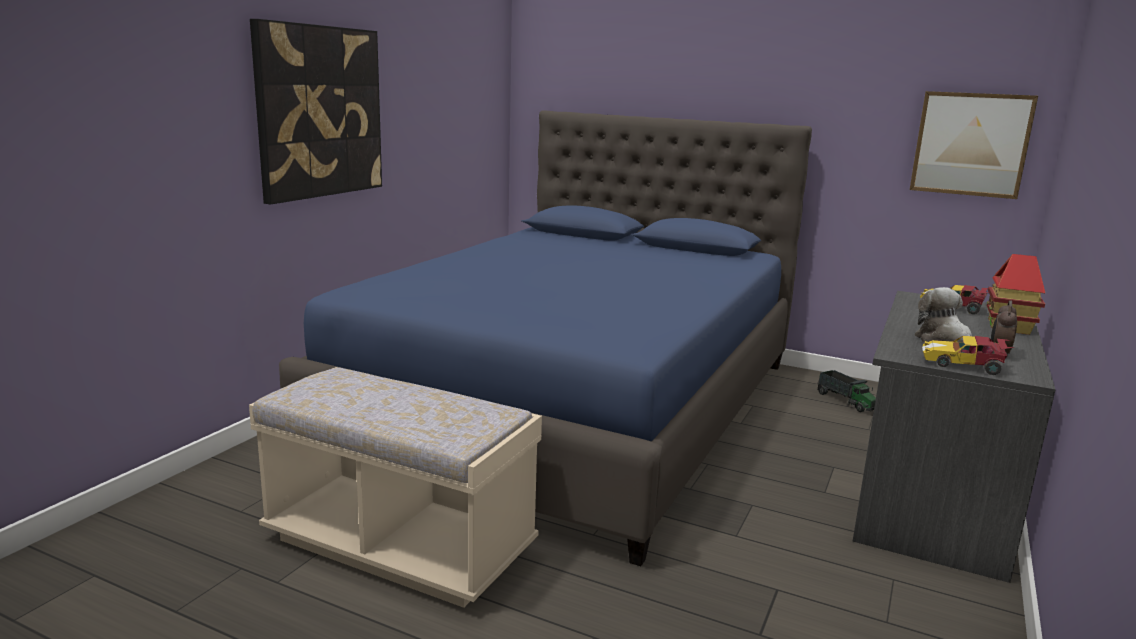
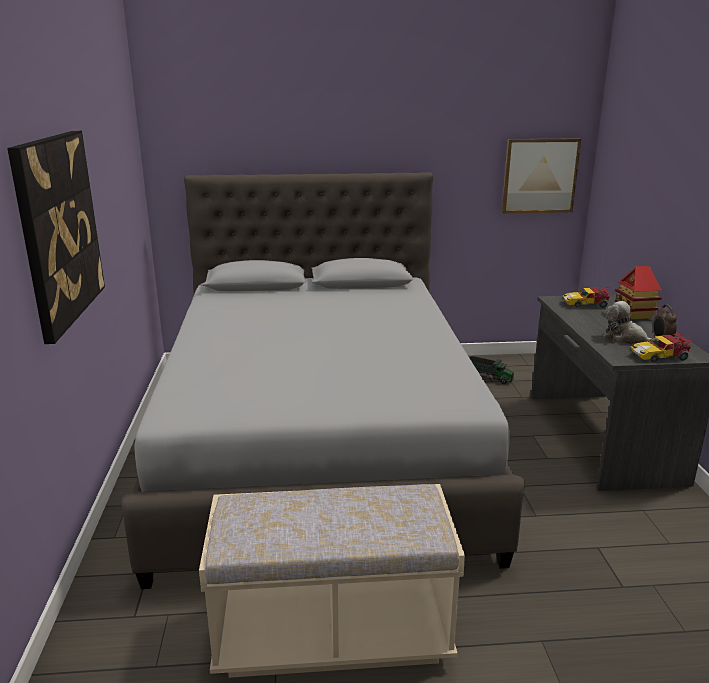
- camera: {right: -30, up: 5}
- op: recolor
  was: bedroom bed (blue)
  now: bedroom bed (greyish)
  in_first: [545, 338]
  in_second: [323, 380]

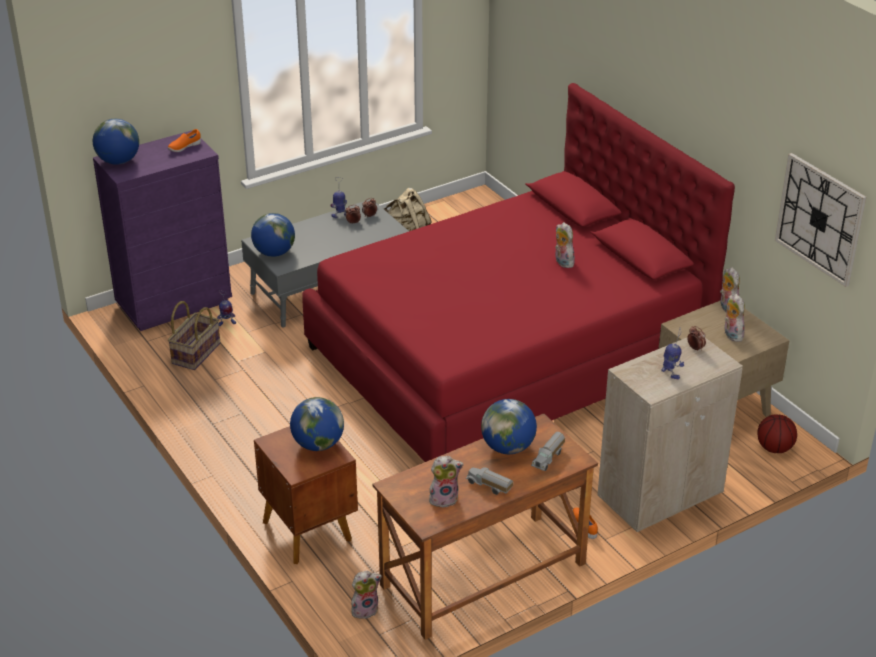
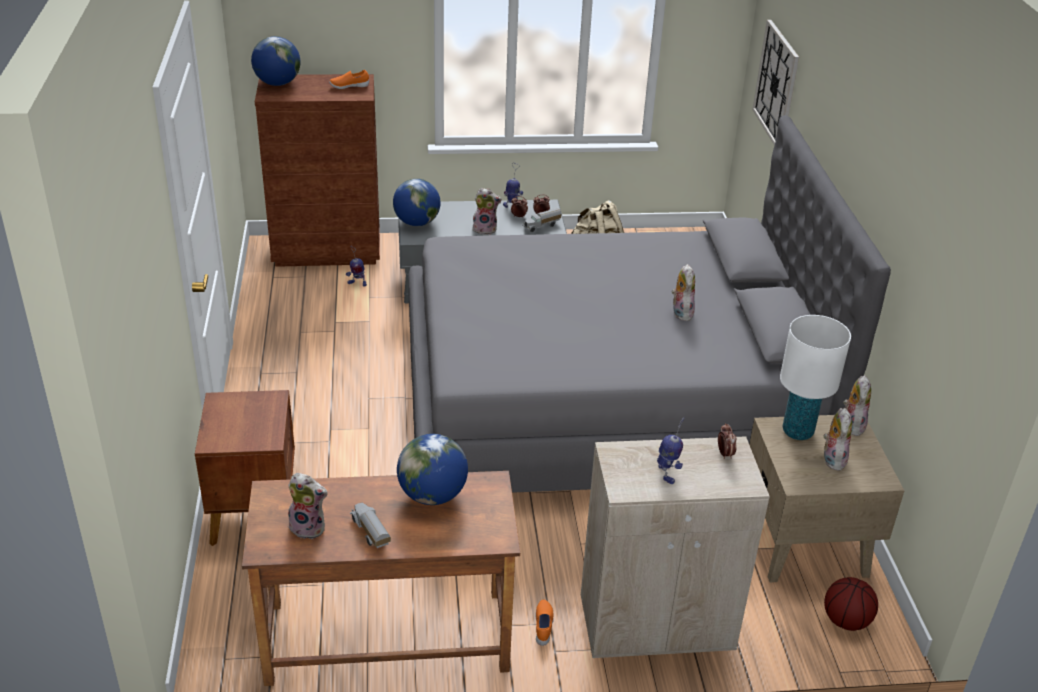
- camera: {right: 25, up: 0}
- op: recolor
  was: drawer chest (purple)
  now: drawer chest (brown)
  in_first: [162, 230]
  in_second: [317, 170]
- op: delete
  was: basket
  in_first: [194, 335]
- op: delete
  was: desk globe
  in_first: [317, 424]
- op: recolor
  was: bedroom bed (red-coloured)
  now: bedroom bed (greyish)
  in_first: [519, 272]
  in_second: [649, 304]
- op: move
  was: cuddly toy
  in_first: [366, 595]
  in_second: [487, 211]
- op: move
  was: toy truck
  in_first: [548, 451]
  in_second: [541, 220]
- op: move
  was: wall clock
  in_first: [820, 220]
  in_second: [775, 83]
- op: insert
  now: table lamp (whitish)
  in_second: [815, 377]

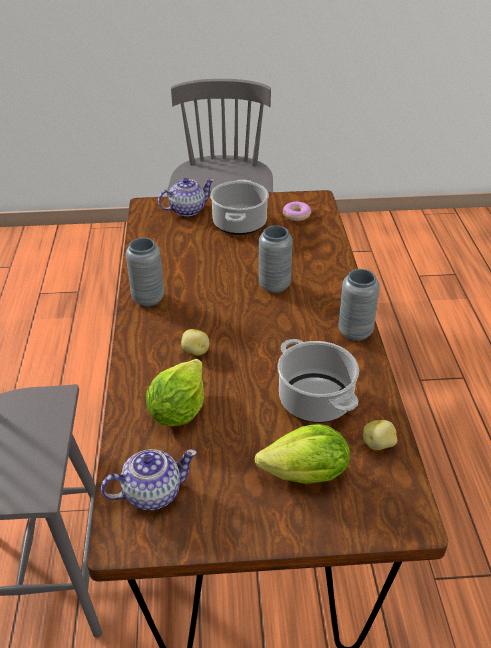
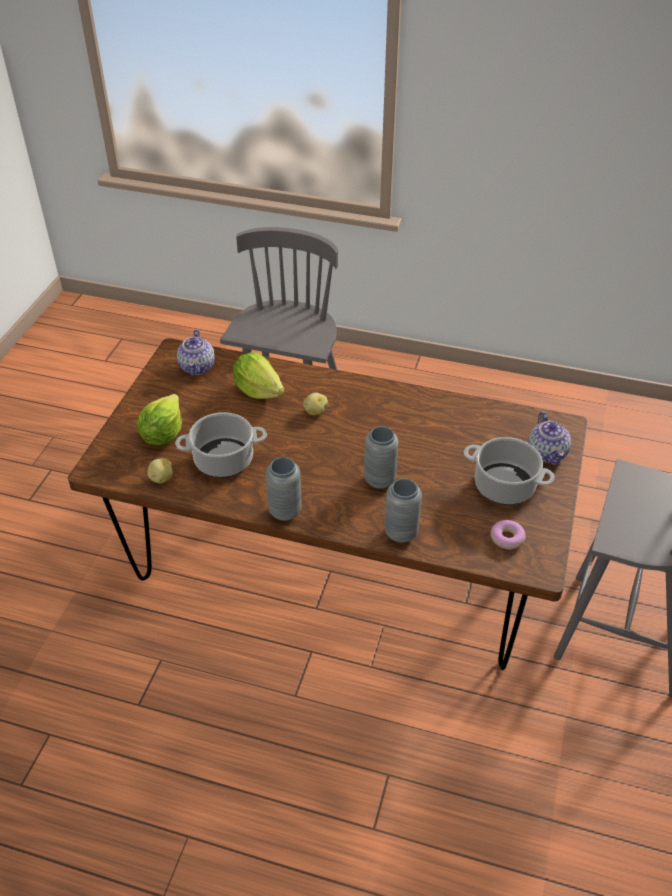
- camera: {right: 110, up: 5}
- op: move
  was: flower vase (greyish)
  in_first: [145, 272]
  in_second: [403, 510]

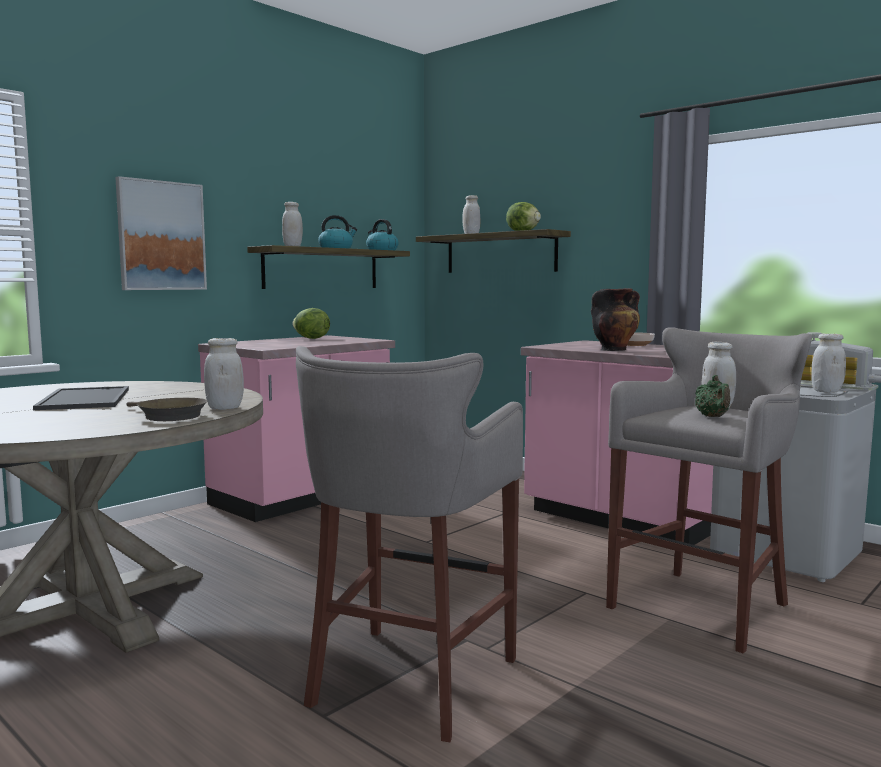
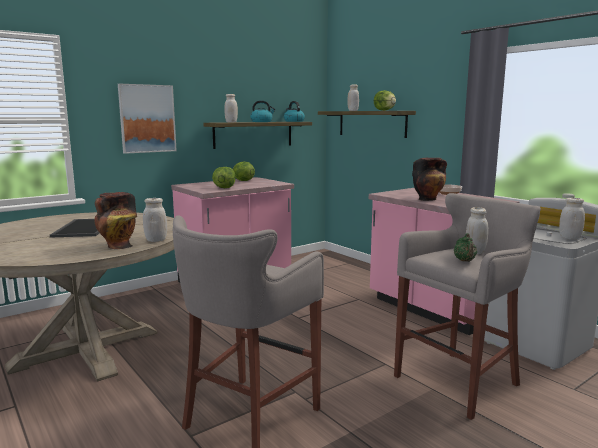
- camera: {right: 10, up: 5}
- op: replace
  was: frying pan (brown)
  now: flower vase
  in_first: [167, 409]
  in_second: [115, 220]
- op: insert
  now: lettuce
  in_second: [223, 177]

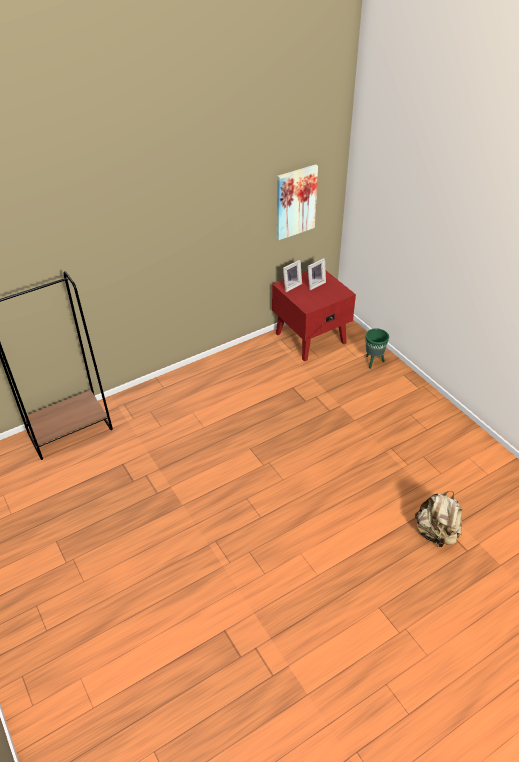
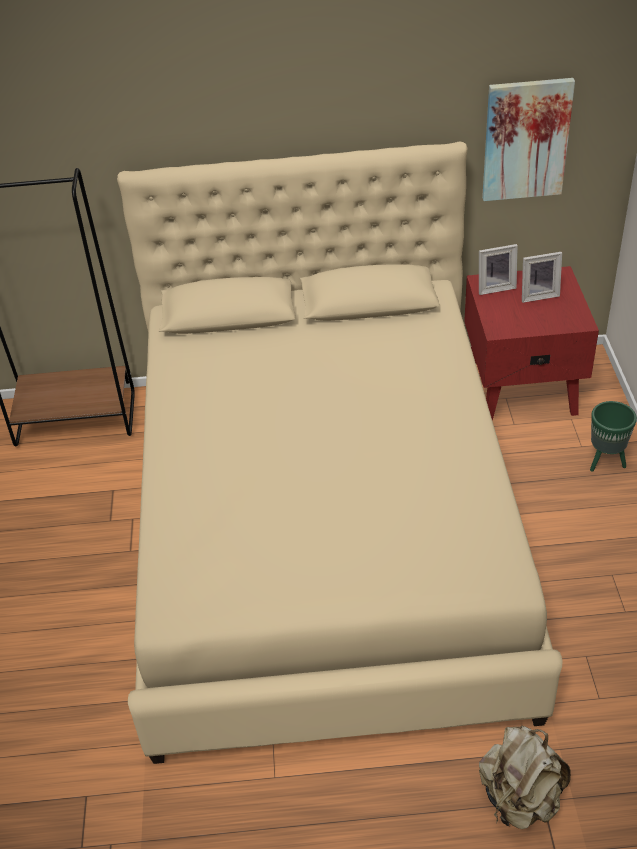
- camera: {right: 30, up: 0}
- op: insert
  now: bedroom bed (beige)
  in_second: [340, 452]

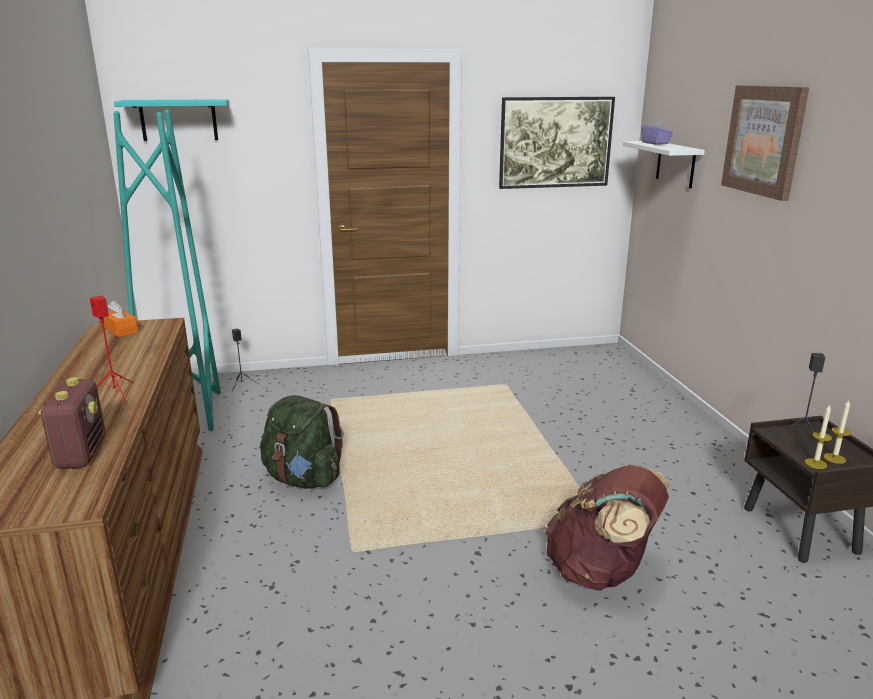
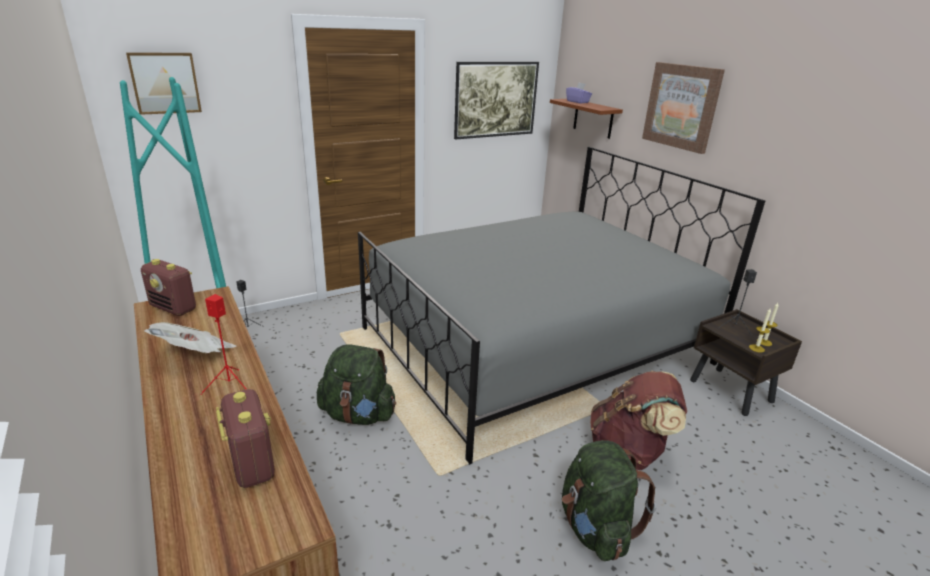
- camera: {right: -20, up: 5}
- op: replace
  was: tissue holder (orangey)
  now: radio set
  in_first: [120, 318]
  in_second: [168, 287]
- op: replace
  was: wall shelf (turquoise-coloured)
  now: wall picture
  in_first: [171, 120]
  in_second: [164, 83]
- op: recolor
  was: wall shelf (whitish)
  now: wall shelf (brown)
  in_first: [664, 164]
  in_second: [586, 119]
- op: insert
  now: daily paper
  in_second: [190, 337]
- op: insert
  now: bedroom bed (greyish)
  in_second: [561, 306]
- op: insert
  now: rucksack (green-coloured)
  in_second: [609, 500]

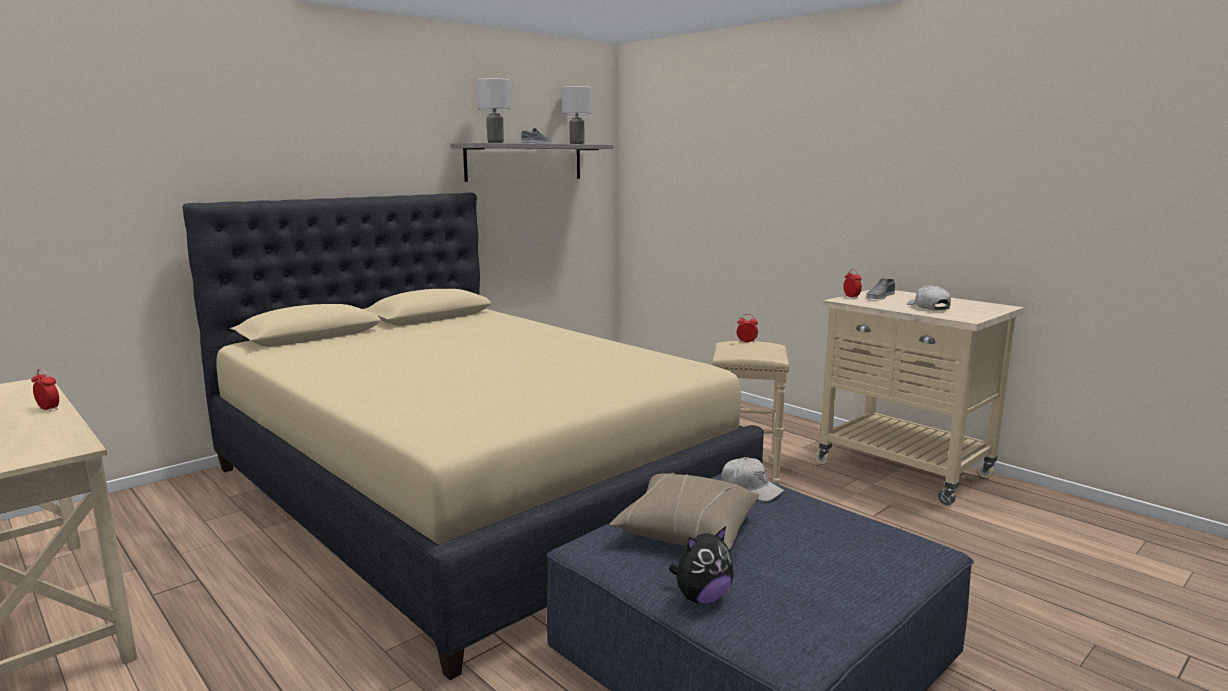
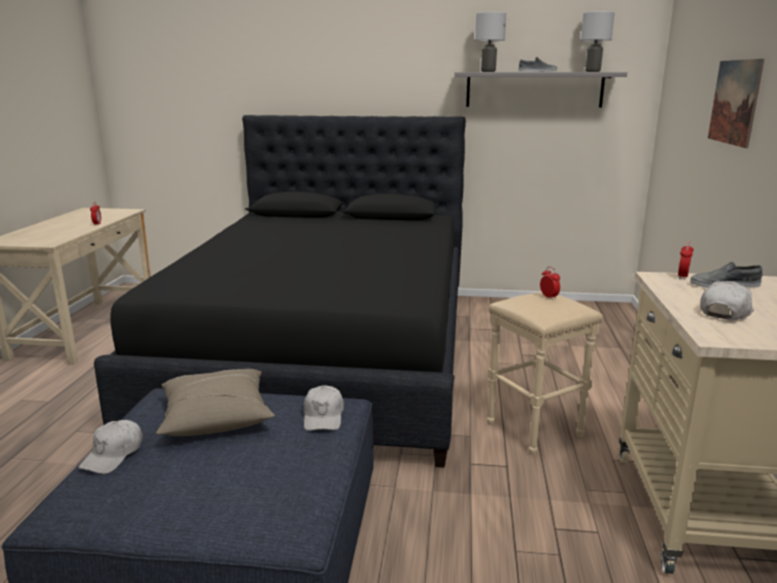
- camera: {right: 50, up: 5}
- op: recolor
  was: bedroom bed (beige)
  now: bedroom bed (blackish)
  in_first: [473, 436]
  in_second: [280, 291]
- op: replace
  was: cuddly toy
  now: baseball cap (whitish)
  in_first: [701, 565]
  in_second: [110, 447]
- op: insert
  now: wall picture
  in_second: [736, 103]

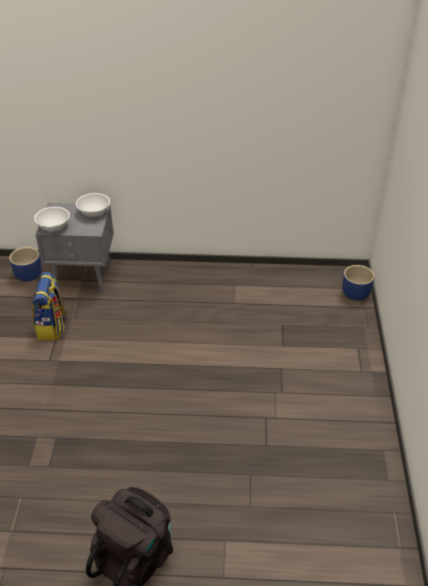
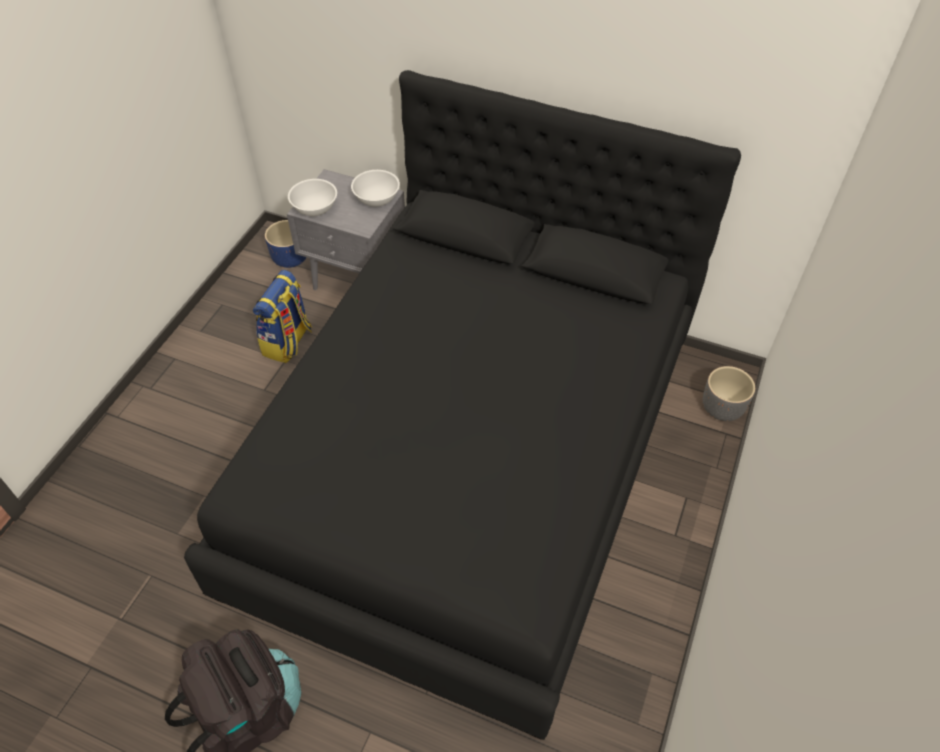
- camera: {right: 20, up: 10}
- op: recolor
  was: planter (blue)
  now: planter (greyish)
  in_first: [358, 283]
  in_second: [729, 393]
- op: insert
  now: bedroom bed (blackish)
  in_second: [462, 405]

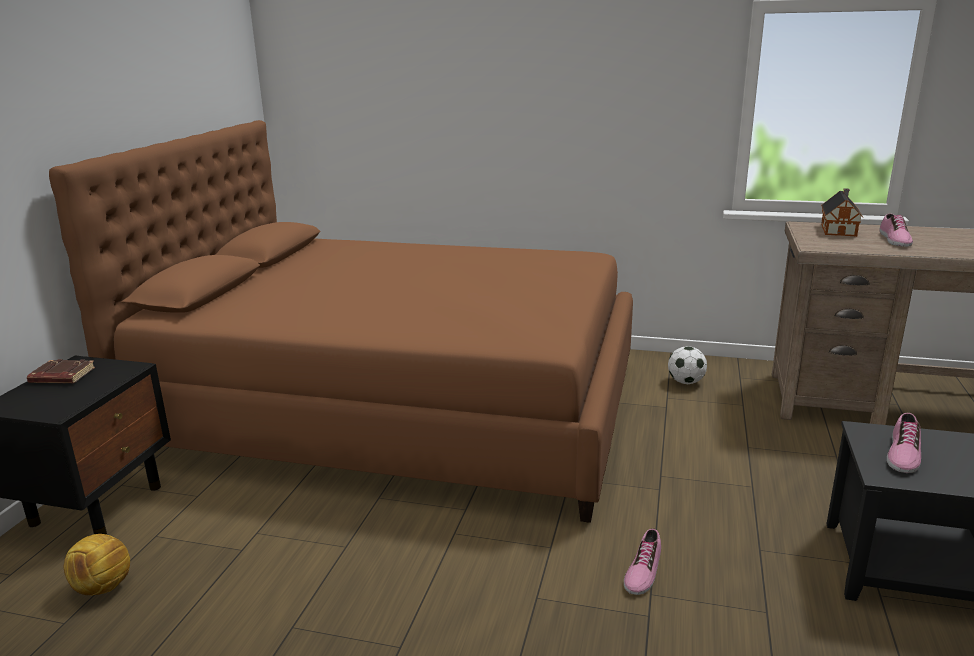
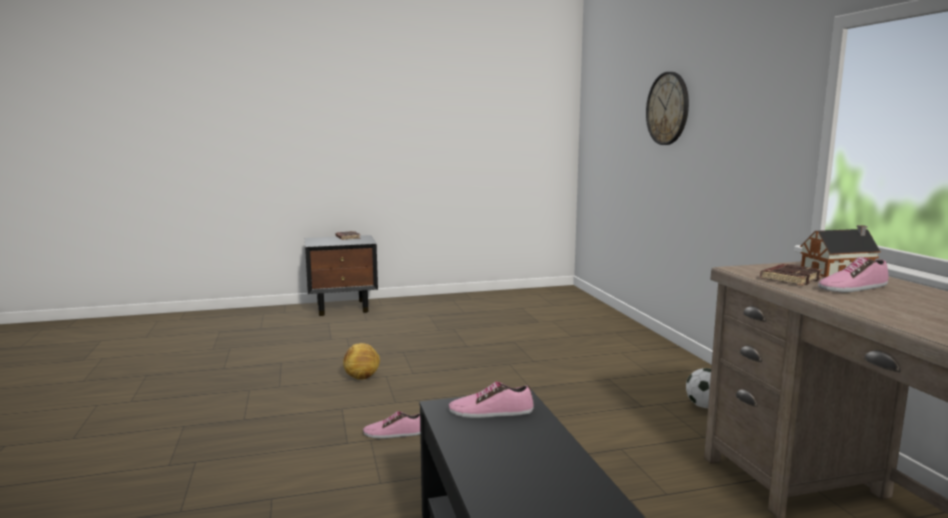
- camera: {right: 60, up: -10}
- op: delete
  was: bedroom bed (brown)
  in_first: [341, 321]
- op: move
  was: ball for football
  in_first: [97, 565]
  in_second: [361, 361]
- op: insert
  now: wall clock
  in_second: [667, 108]
- op: insert
  now: book (brown)
  in_second: [791, 275]

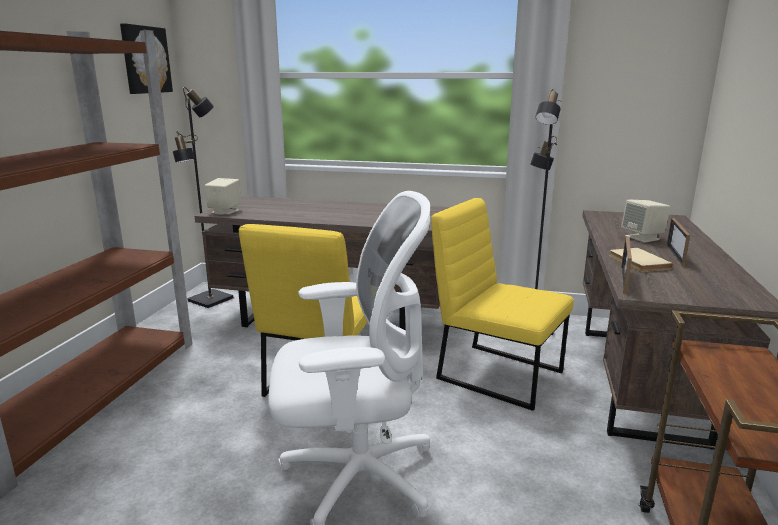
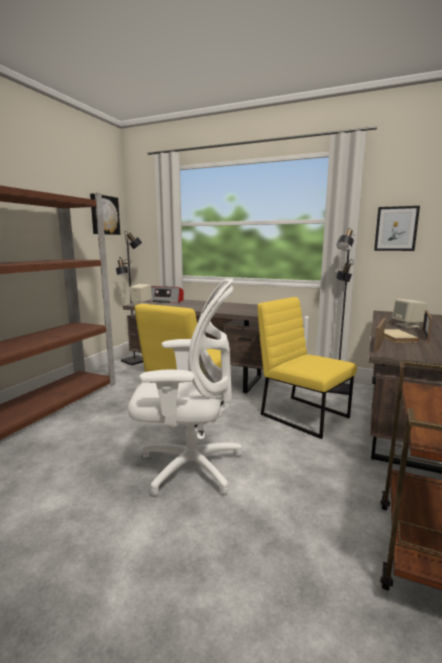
- camera: {right: 10, up: -5}
- op: insert
  now: radio set
  in_second: [166, 294]
- op: insert
  now: wall picture
  in_second: [397, 228]

